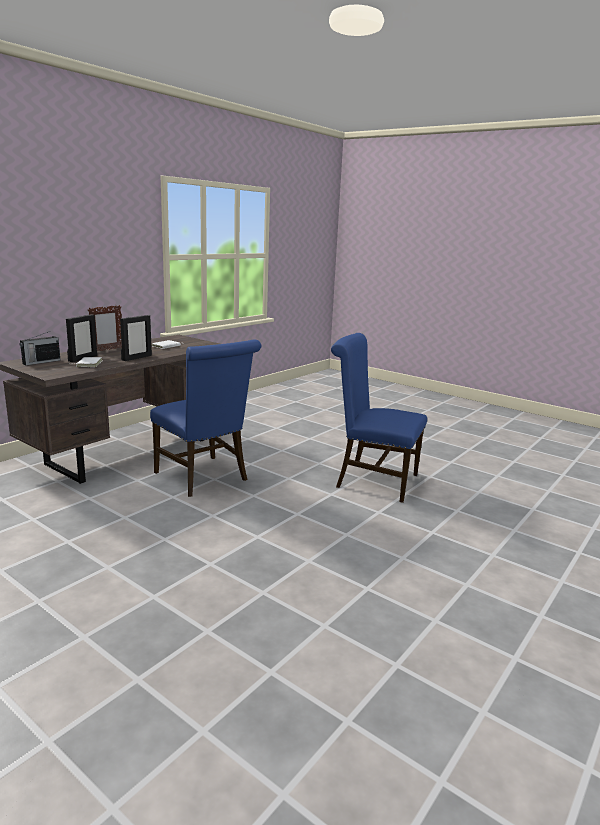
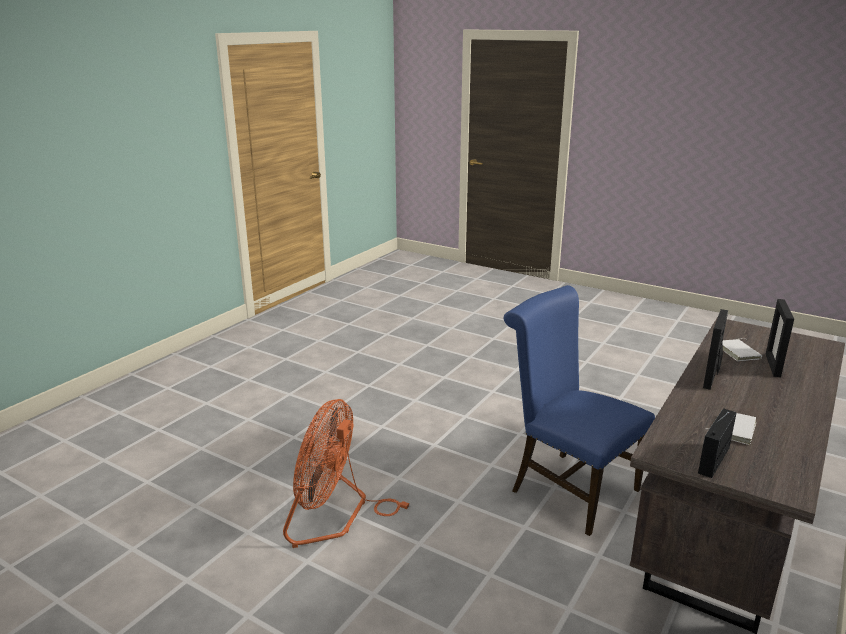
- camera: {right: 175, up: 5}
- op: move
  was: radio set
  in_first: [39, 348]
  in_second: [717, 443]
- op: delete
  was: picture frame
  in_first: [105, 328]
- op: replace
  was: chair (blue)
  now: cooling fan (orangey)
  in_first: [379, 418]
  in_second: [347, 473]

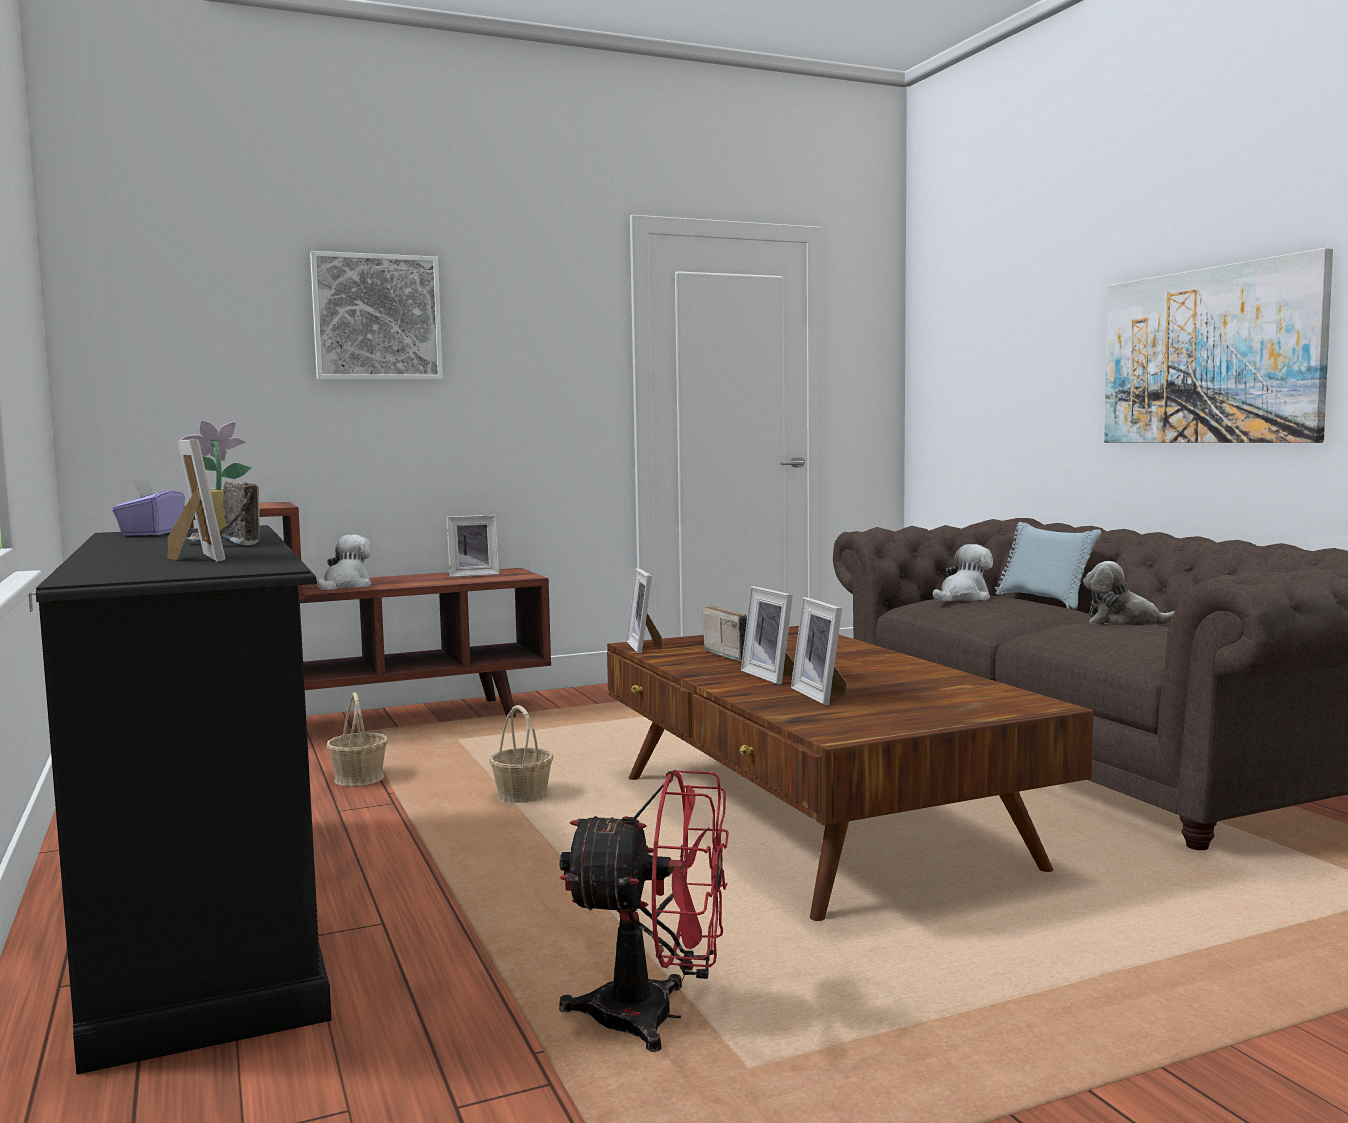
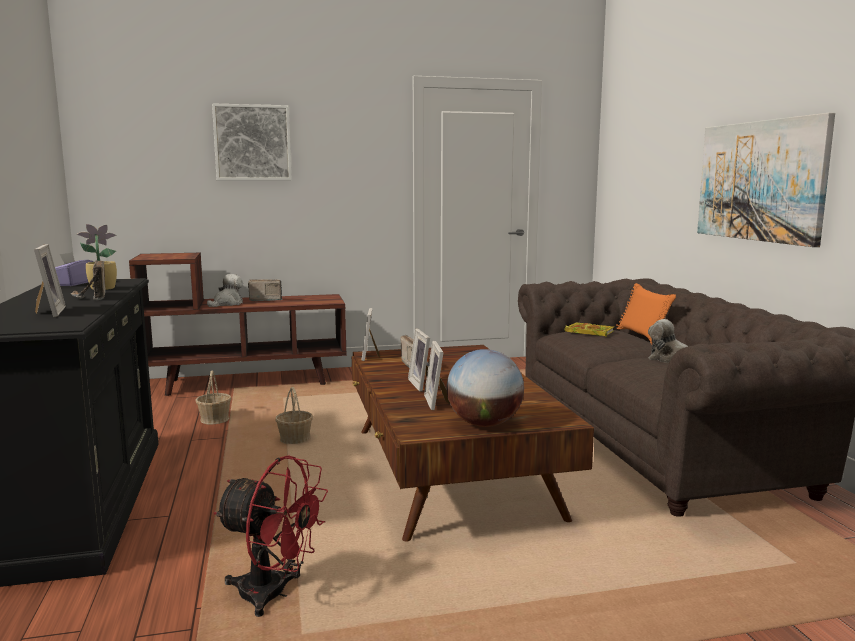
- camera: {right: 10, up: 5}
- op: delete
  was: picture frame
  in_first: [472, 546]
- op: replace
  was: cuddly toy
  now: book
  in_first: [963, 572]
  in_second: [589, 330]
- op: recolor
  was: pillow (blue)
  now: pillow (orangey)
  in_first: [1047, 565]
  in_second: [646, 313]
- op: insert
  now: radio set
  in_second: [265, 290]
- op: insert
  now: desk globe
  in_second: [485, 388]

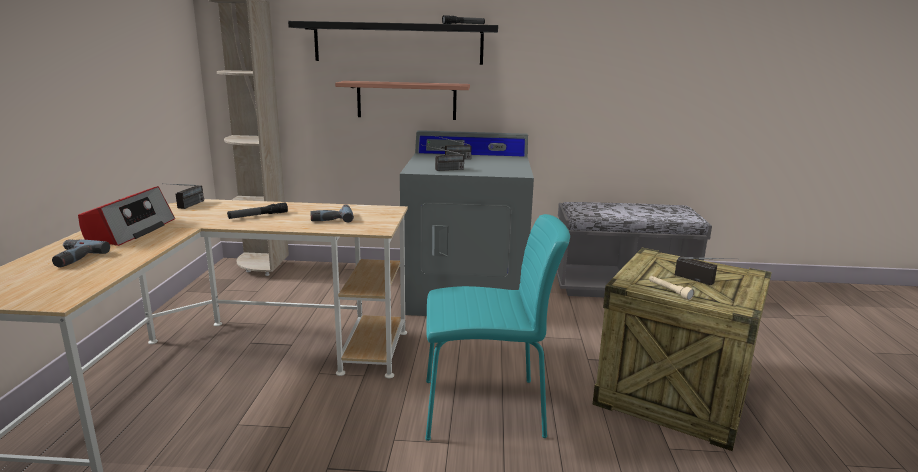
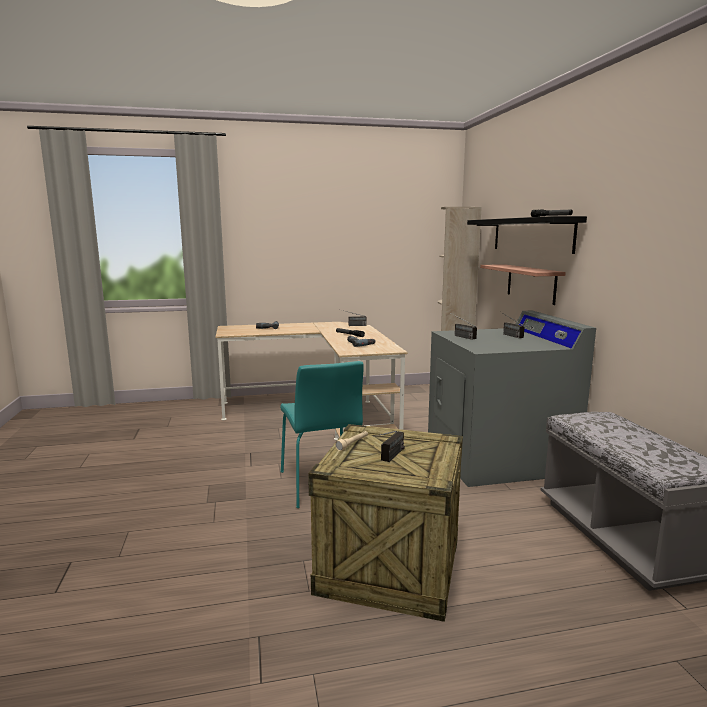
- camera: {right: 75, up: -5}
- op: delete
  was: radio set
  in_first: [126, 216]

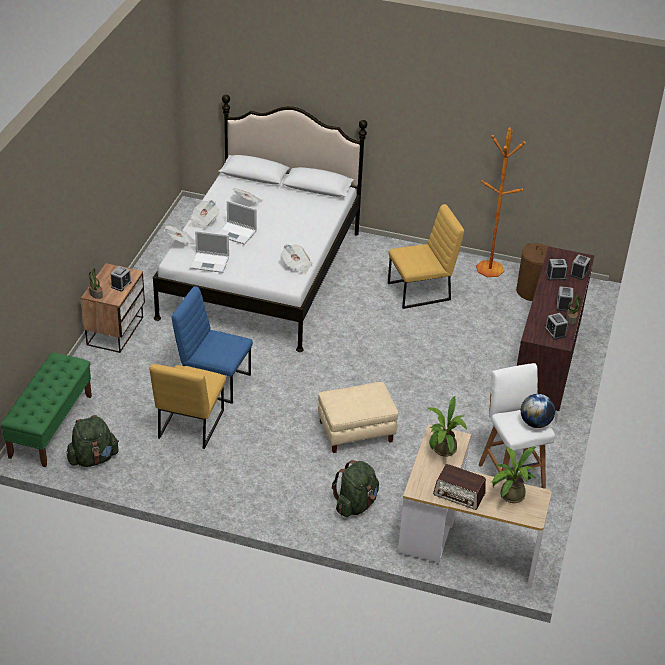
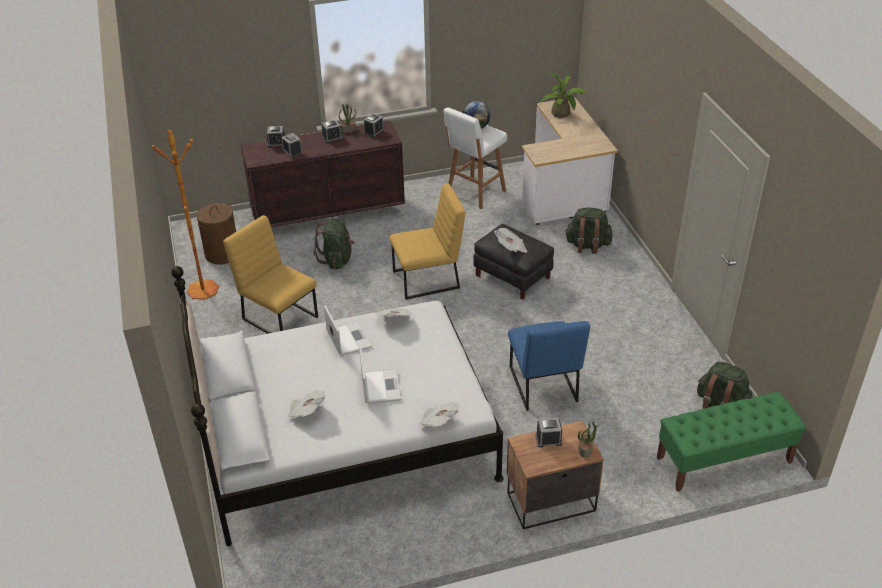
- camera: {right: -120, up: 0}
- op: move
  was: chair (yellowish)
  in_first: [187, 406]
  in_second: [427, 241]
- op: move
  was: daily paper
  in_first: [204, 214]
  in_second: [510, 240]
- op: move
  was: portable computer
  in_first: [209, 252]
  in_second: [348, 330]
- op: recolor
  was: pouffe (beige)
  now: pouffe (blackish)
  in_first: [358, 417]
  in_second: [513, 262]
- op: delete
  was: potted plant
  in_first: [447, 426]
- op: delete
  was: radio set
  in_first: [459, 487]
- op: insert
  now: rucksack (green-coloured)
  in_second: [334, 244]

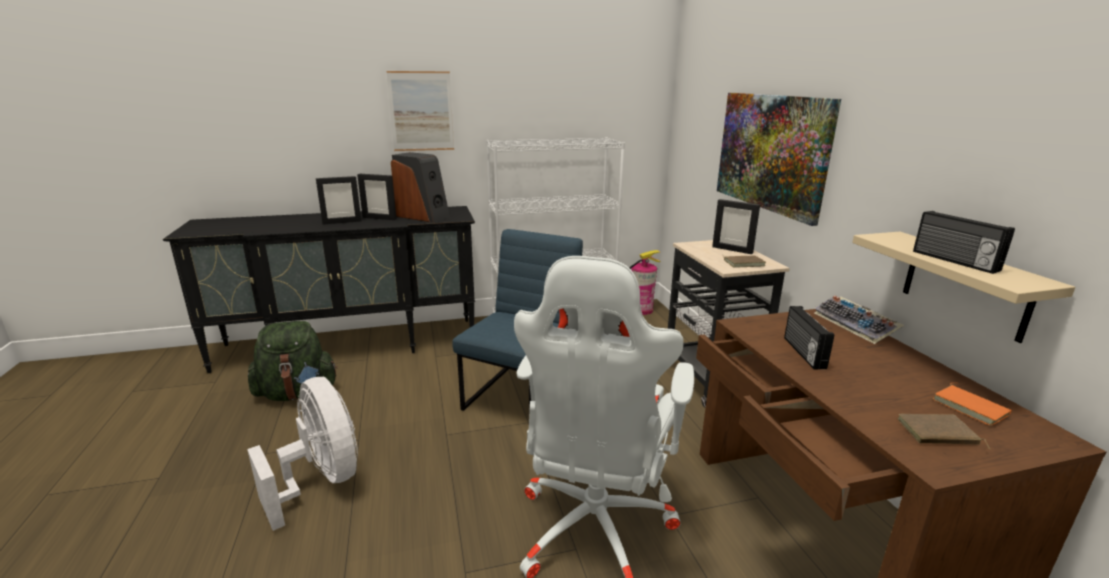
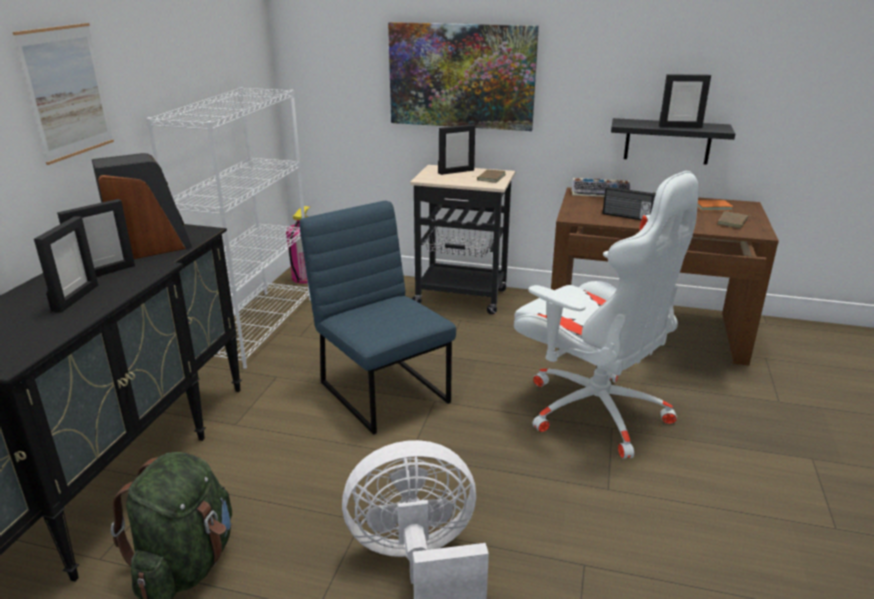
- camera: {right: -60, up: 5}
- op: recolor
  was: wall shelf (beige)
  now: wall shelf (blackish)
  in_first: [963, 287]
  in_second: [673, 141]
- op: replace
  was: radio set
  now: picture frame
  in_first: [964, 242]
  in_second: [685, 101]

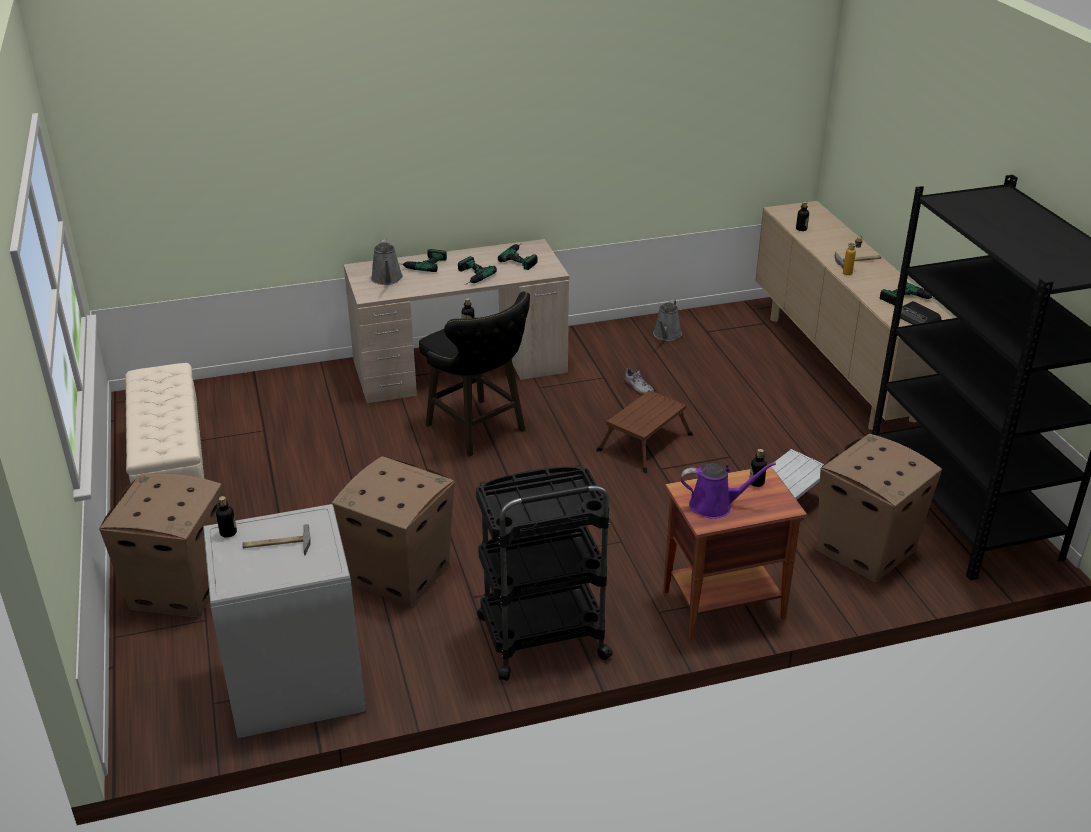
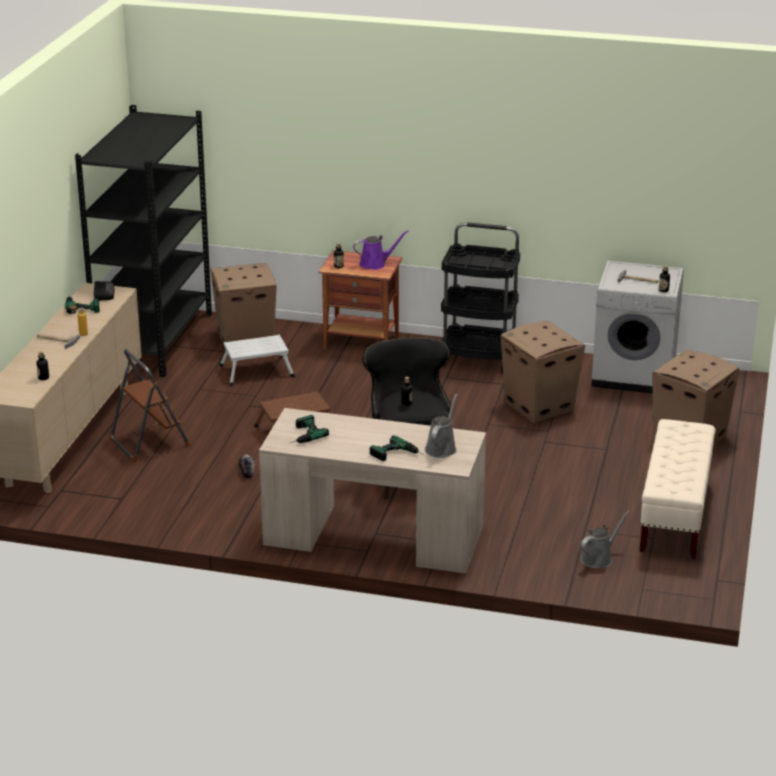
- camera: {right: -150, up: -5}
- op: delete
  was: electric drill
  in_first: [477, 270]
- op: move
  was: sprinkling can (greyish)
  in_first: [667, 320]
  in_second: [605, 539]
- op: rotate
  was: sprinkling can (purple)
  in_first: [728, 490]
  in_second: [381, 250]
  clockwise: 135
- op: insert
  now: step ladder (brown)
  in_second: [151, 406]

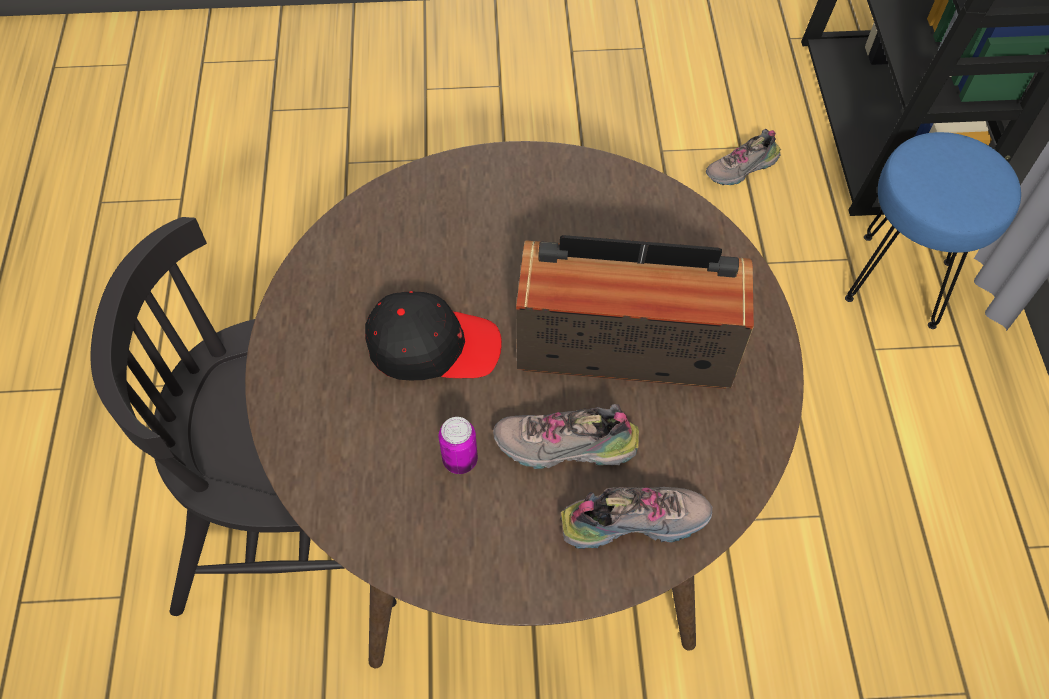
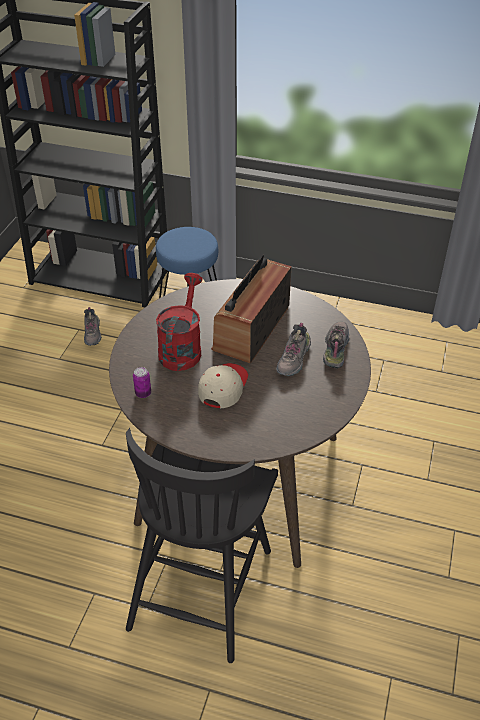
- camera: {right: -70, up: -15}
- op: recolor
  was: baseball cap (blackish)
  now: baseball cap (beige)
  in_first: [433, 335]
  in_second: [223, 385]
- op: move
  was: can
  in_first: [458, 445]
  in_second: [142, 382]
- op: insert
  now: sprinkling can (red-coloured)
  in_second: [179, 322]

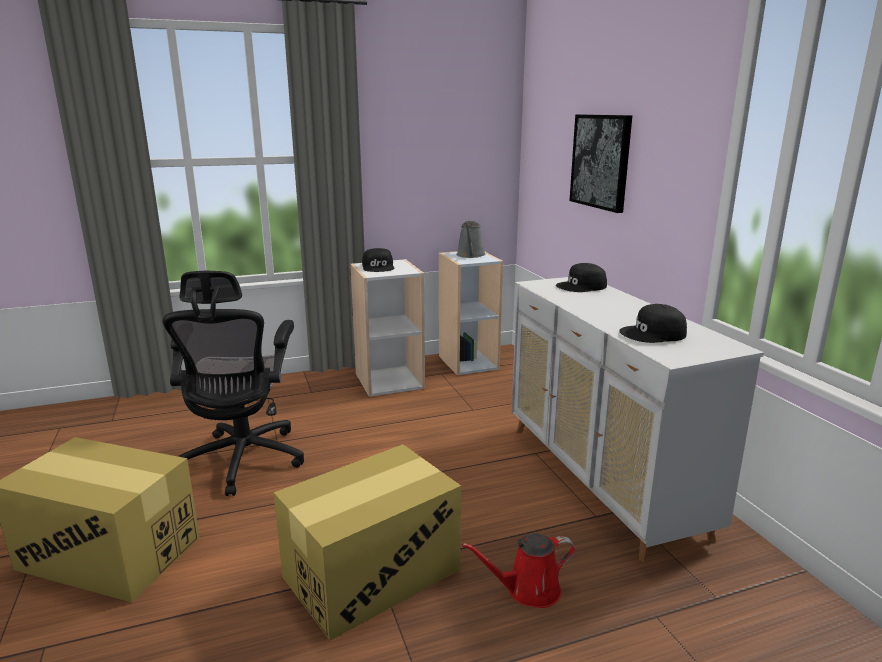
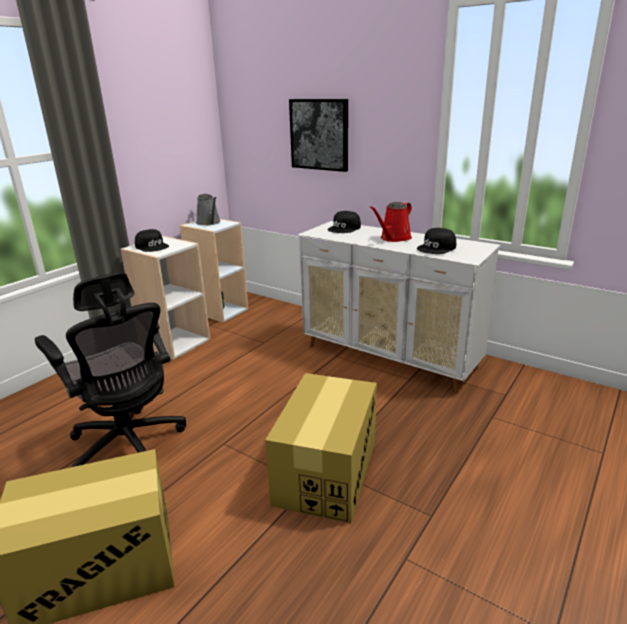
- camera: {right: -35, up: 5}
- op: move
  was: sprinkling can (red-coloured)
  in_first: [519, 570]
  in_second: [391, 222]

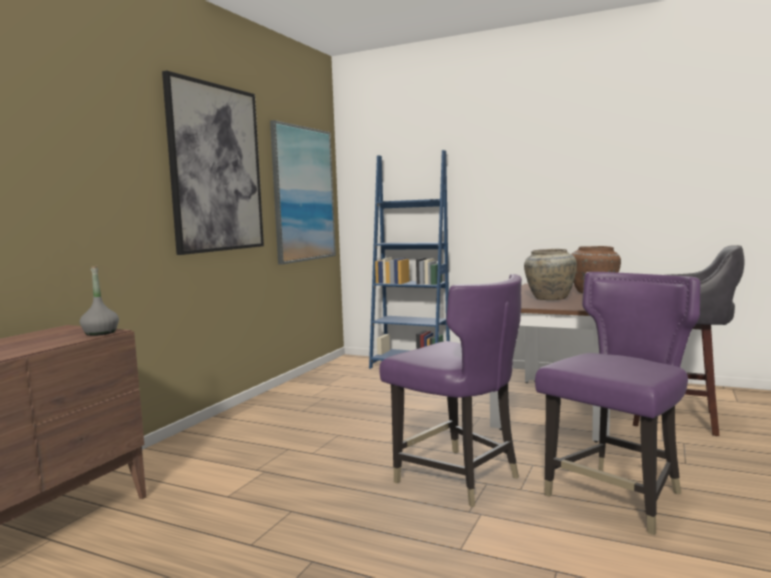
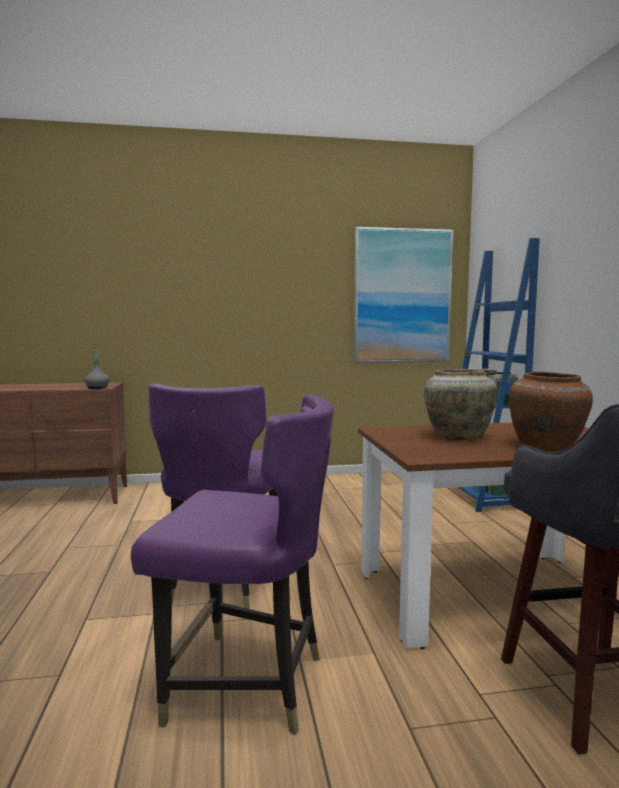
- camera: {right: 55, up: 0}
- op: delete
  was: wall picture
  in_first: [213, 163]

